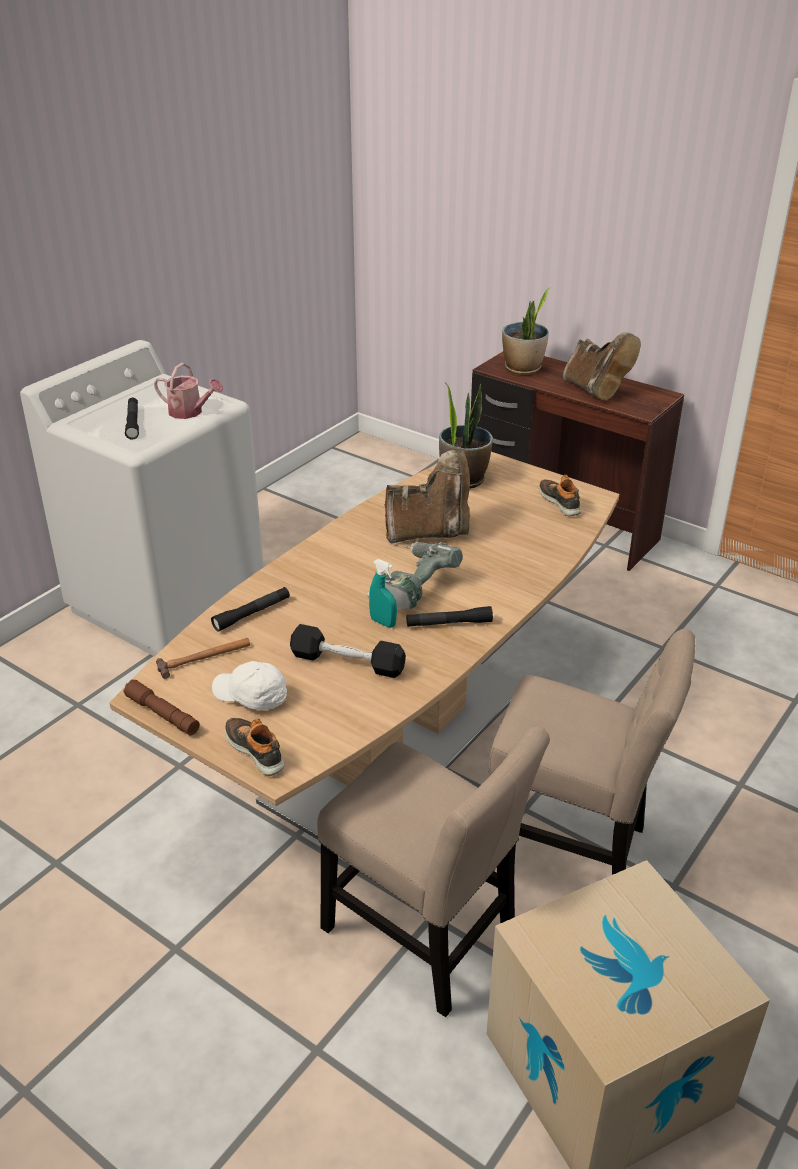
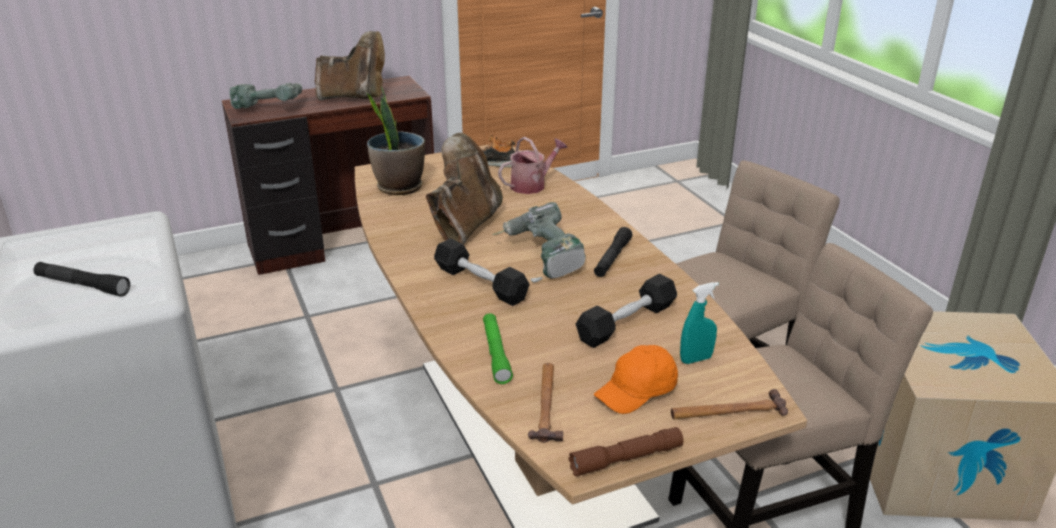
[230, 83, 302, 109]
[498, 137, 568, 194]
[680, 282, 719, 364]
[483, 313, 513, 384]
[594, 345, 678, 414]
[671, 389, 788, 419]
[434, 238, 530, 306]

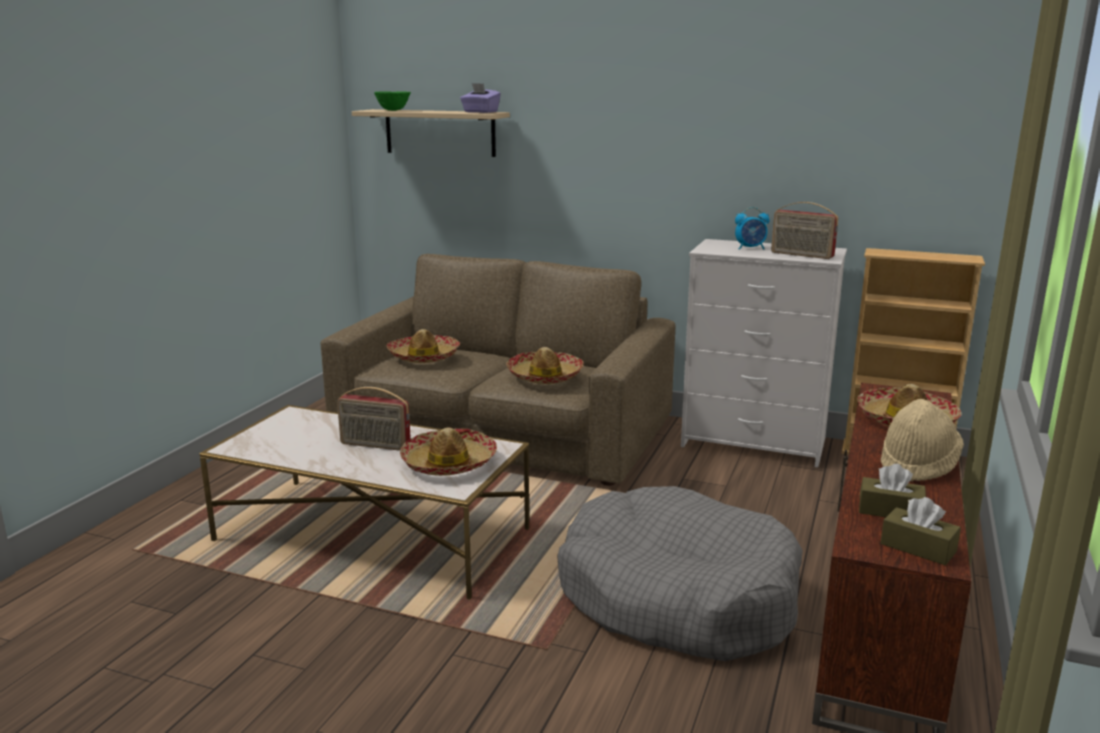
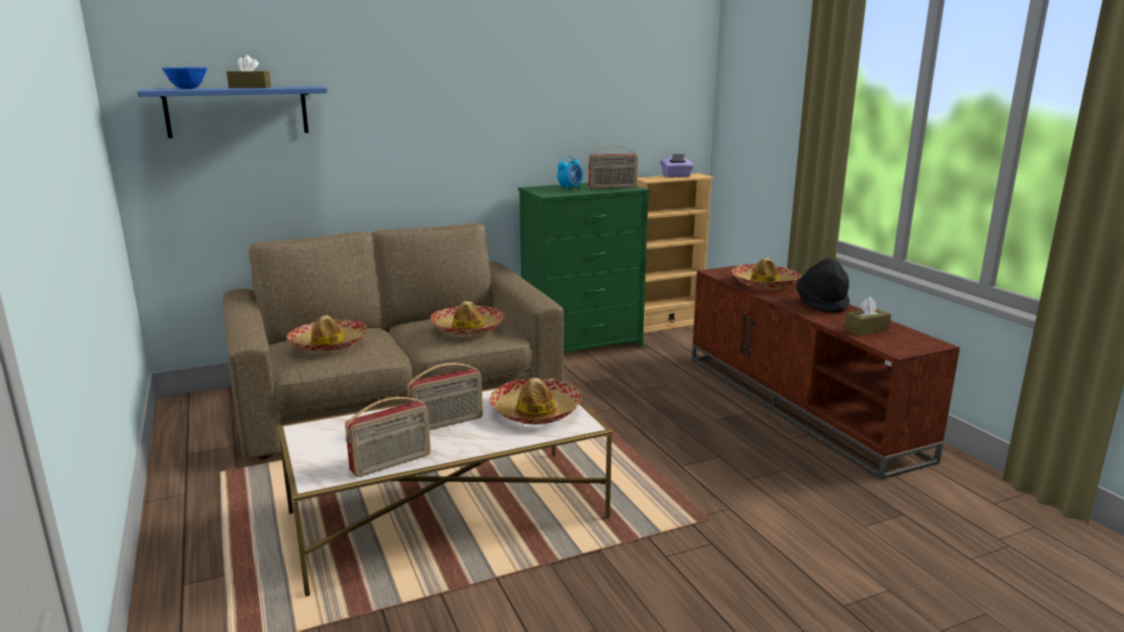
[661, 154, 694, 178]
[162, 67, 207, 89]
[137, 86, 327, 138]
[518, 182, 650, 352]
[796, 259, 850, 313]
[557, 486, 803, 661] (first image)
[227, 55, 271, 88]
[345, 397, 431, 477]

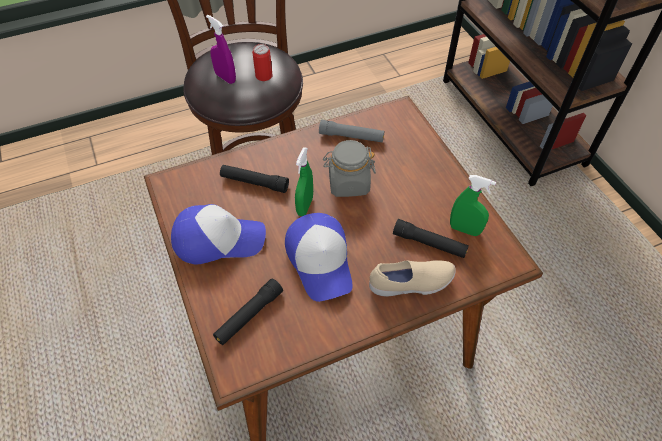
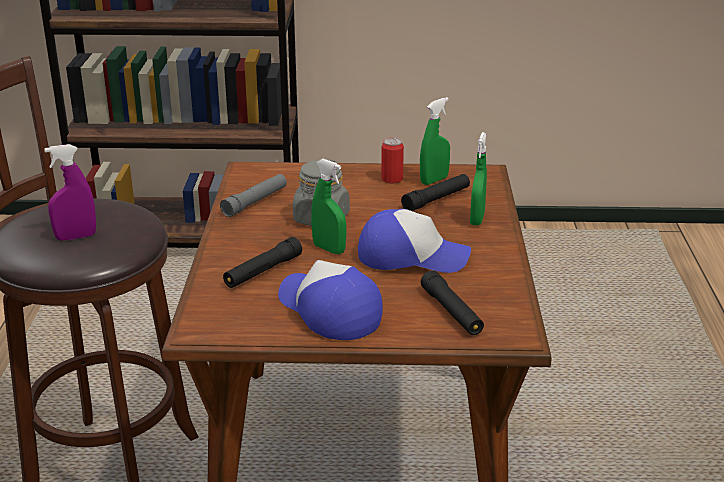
[381, 137, 404, 184]
[278, 260, 383, 340]
[470, 132, 487, 226]

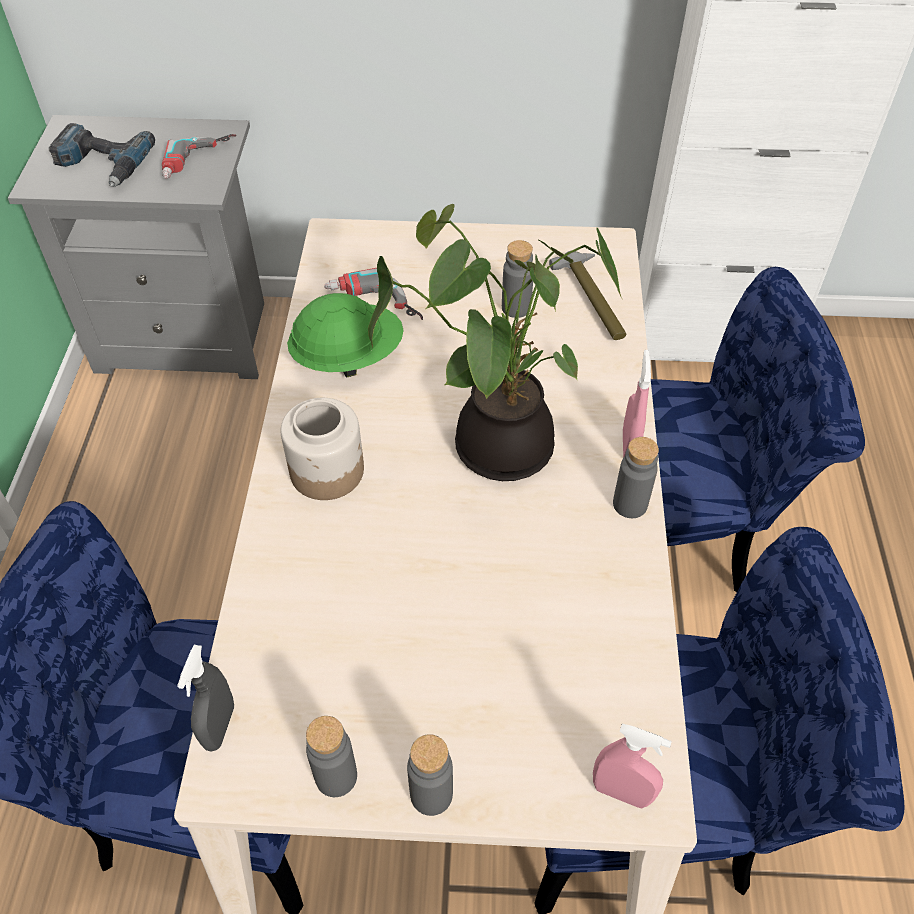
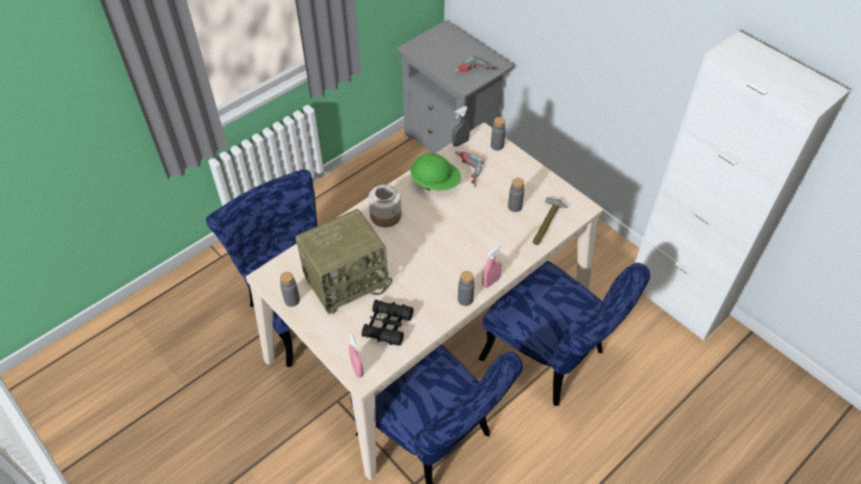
[49, 123, 155, 187] (first image)
[368, 204, 622, 481] (first image)
[452, 106, 470, 147]
[491, 117, 506, 151]
[296, 209, 393, 314]
[362, 300, 413, 346]

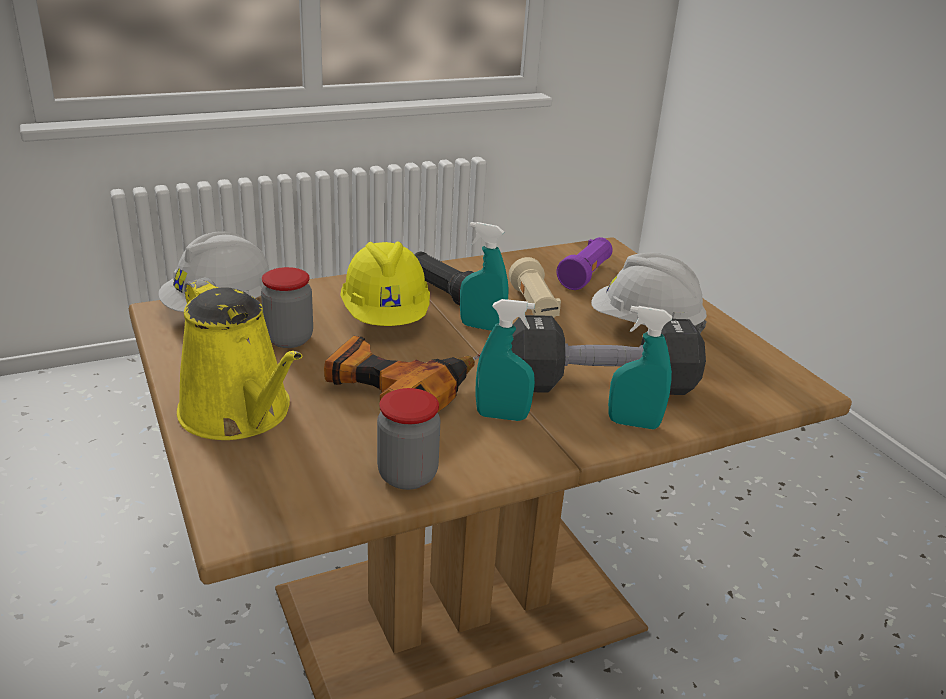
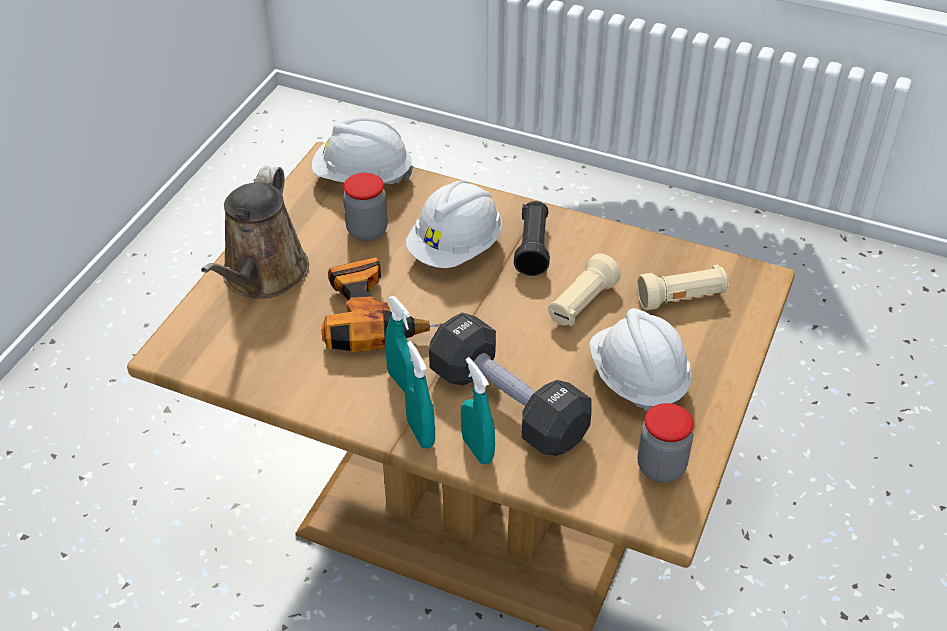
[405, 341, 435, 449]
[637, 265, 729, 310]
[406, 180, 502, 268]
[201, 166, 309, 299]
[638, 403, 694, 483]

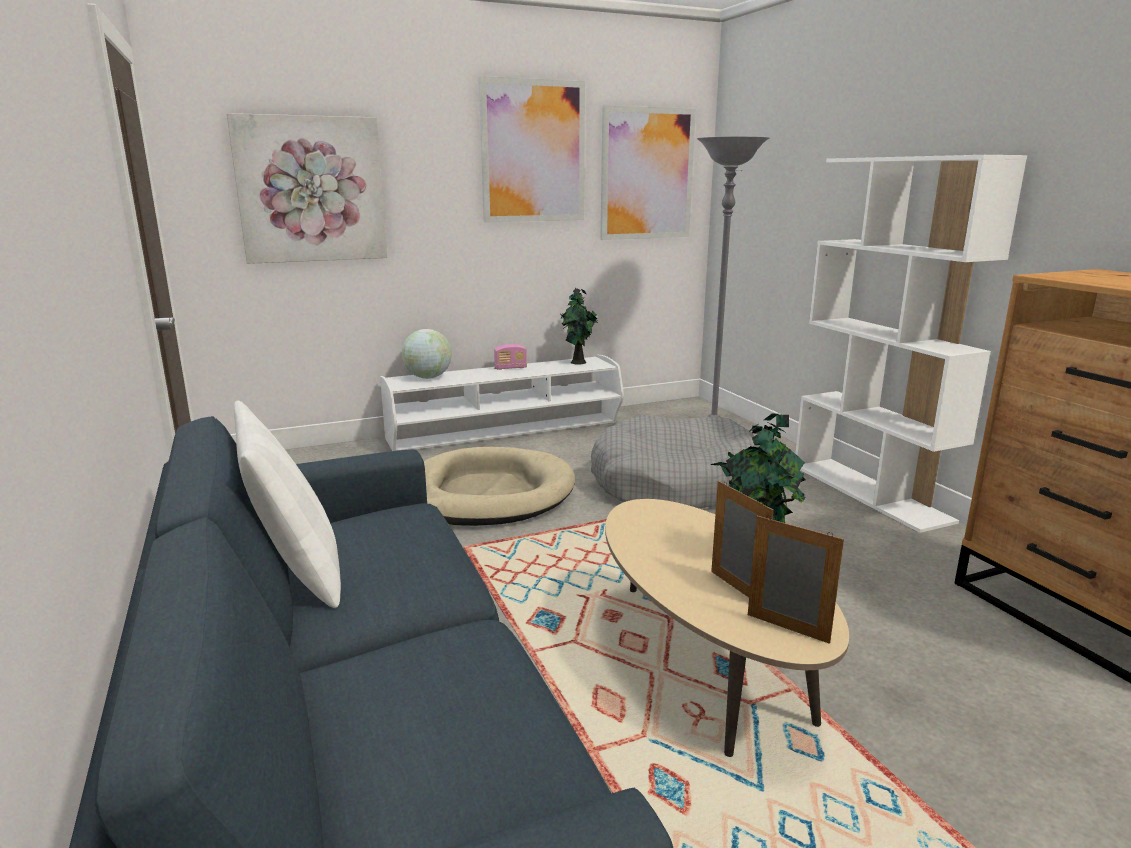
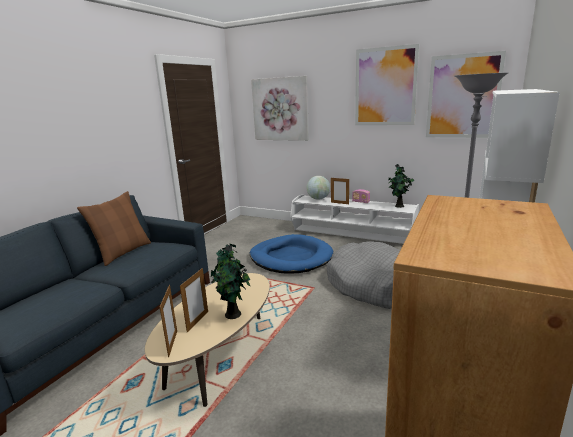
[77, 191, 151, 266]
[250, 234, 333, 274]
[331, 178, 349, 204]

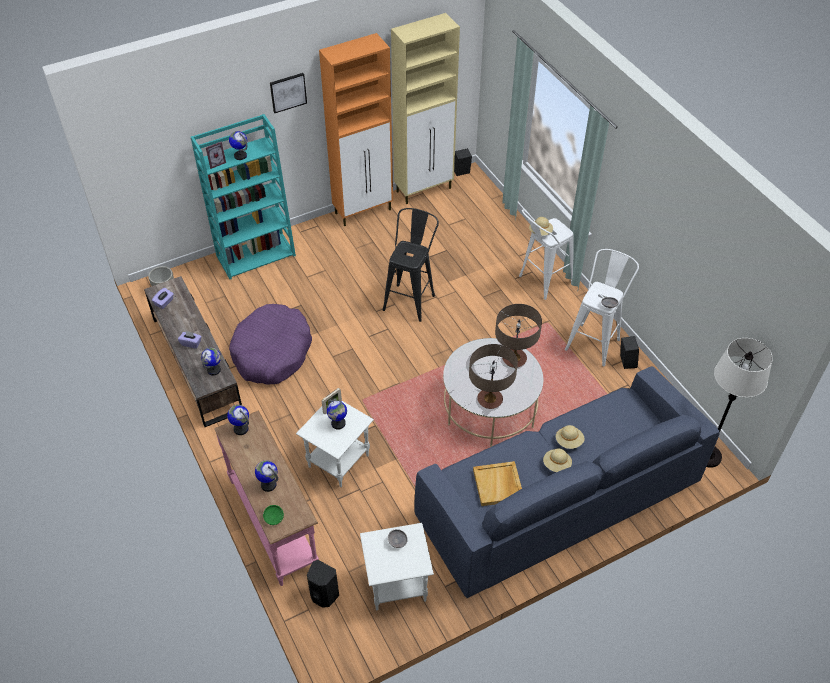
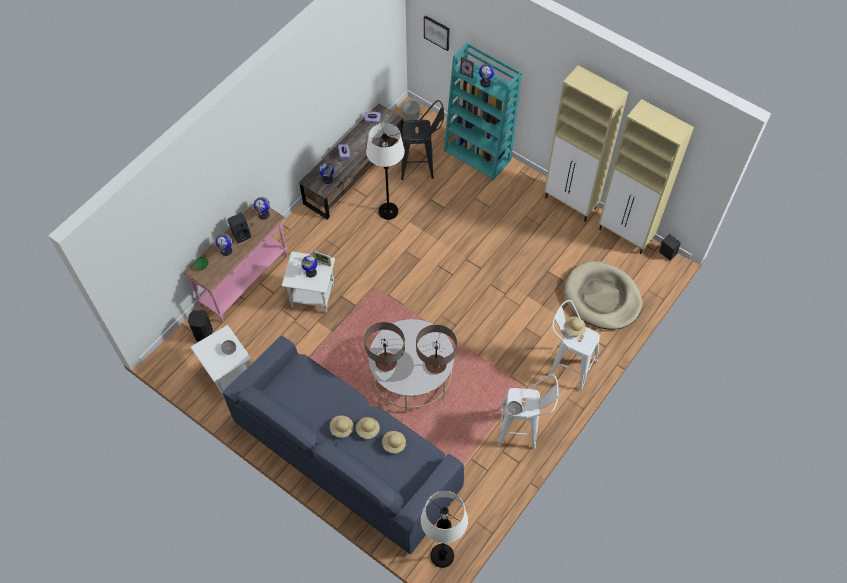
[544, 65, 628, 221]
[424, 15, 450, 51]
[401, 100, 444, 180]
[366, 123, 405, 220]
[228, 213, 251, 243]
[473, 461, 522, 506] (first image)
[564, 261, 642, 330]
[382, 431, 406, 453]

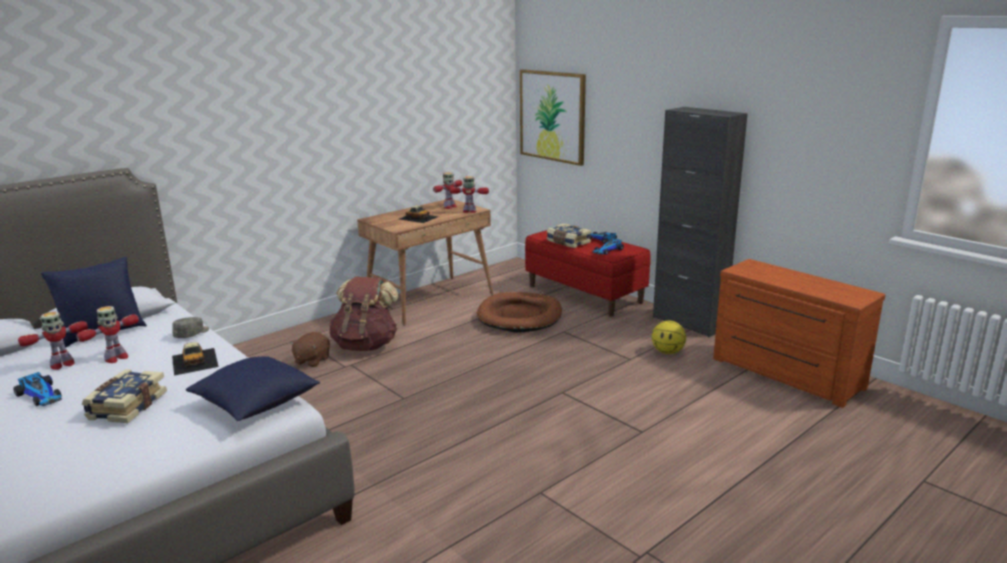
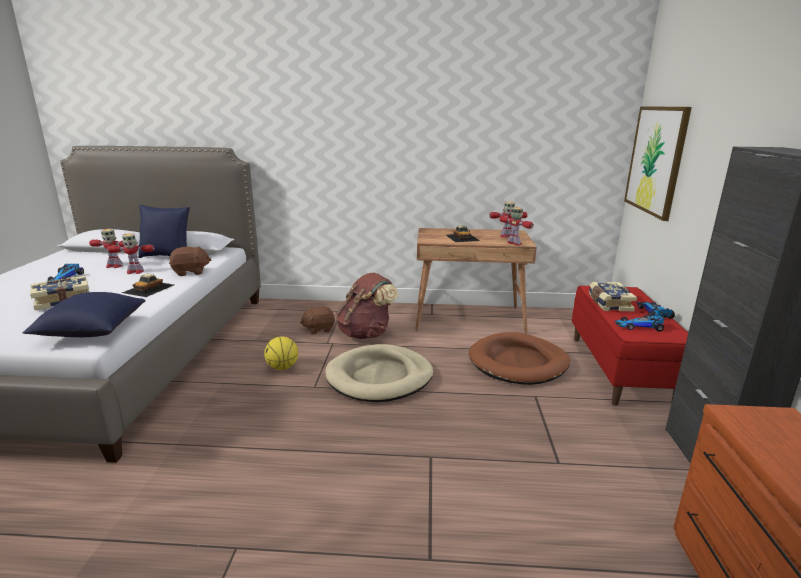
[169, 246, 212, 276]
[264, 337, 298, 370]
[325, 344, 433, 402]

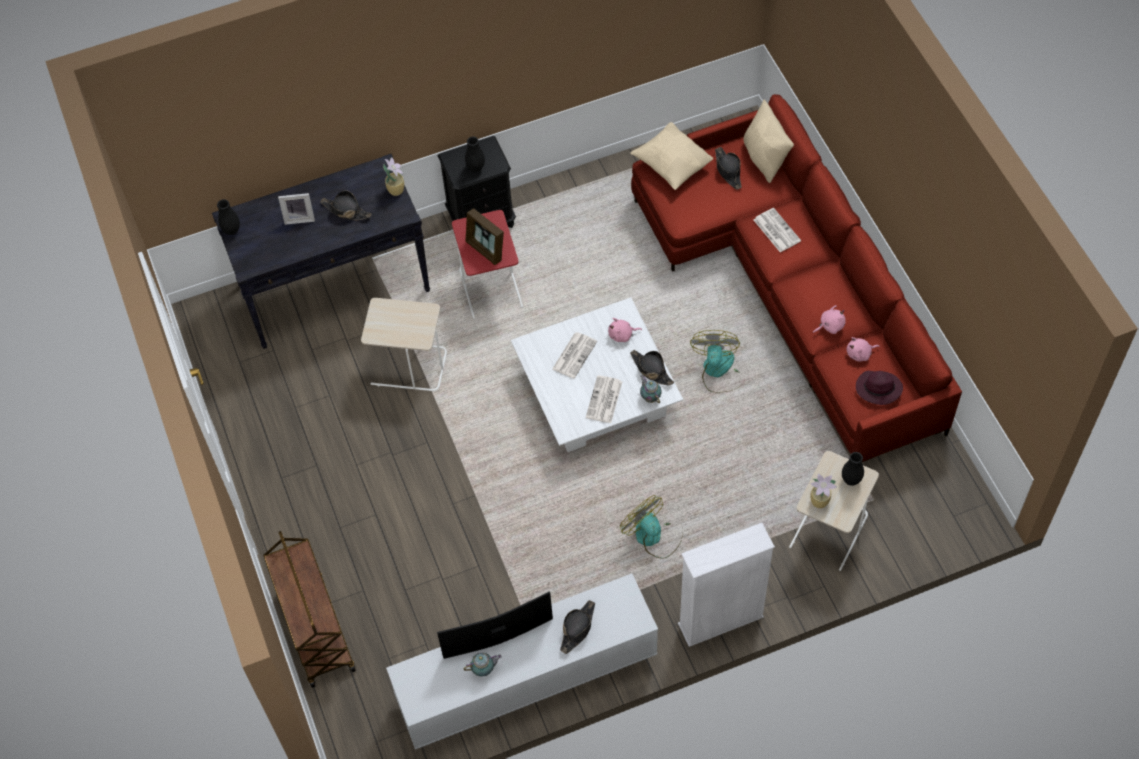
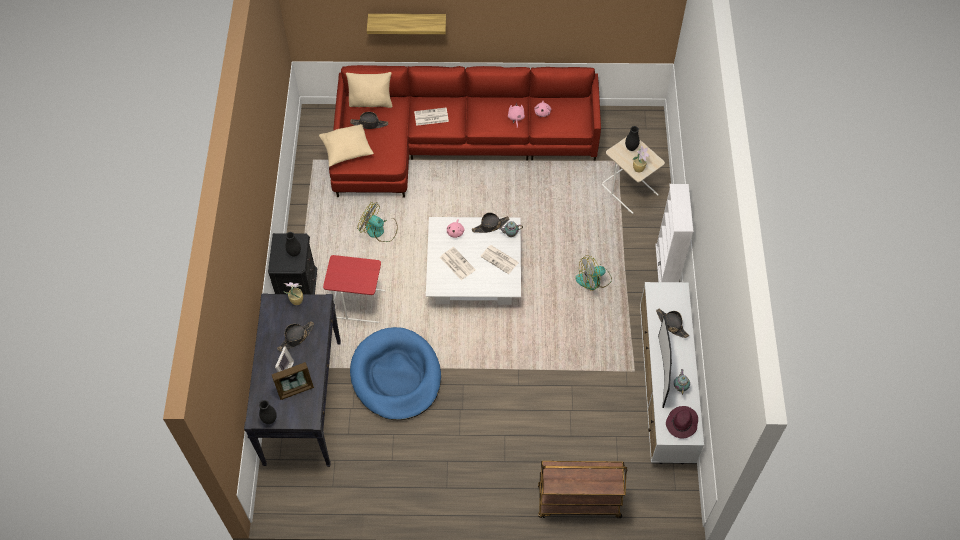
[272, 362, 314, 400]
[350, 327, 441, 420]
[357, 202, 398, 242]
[666, 406, 698, 439]
[367, 14, 446, 34]

